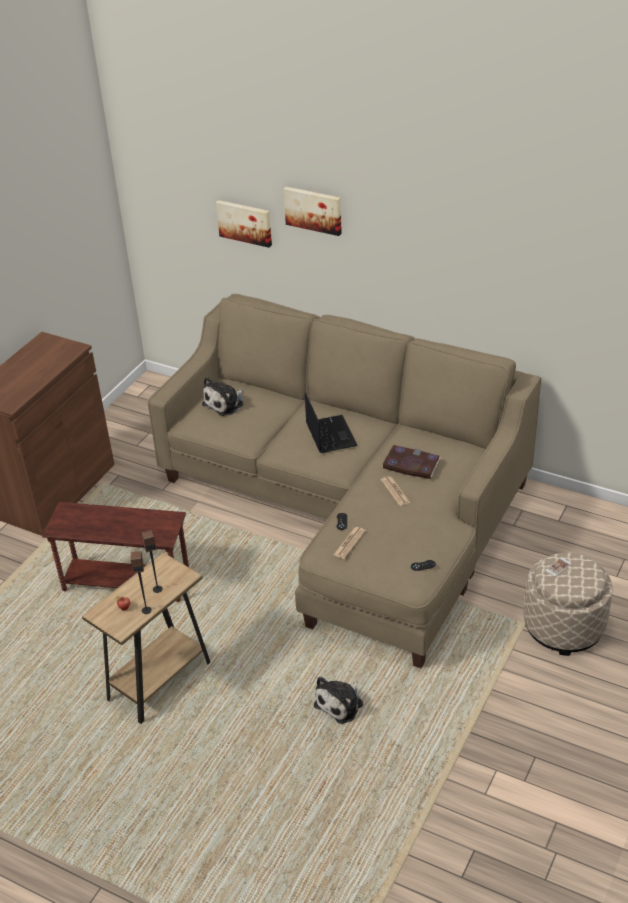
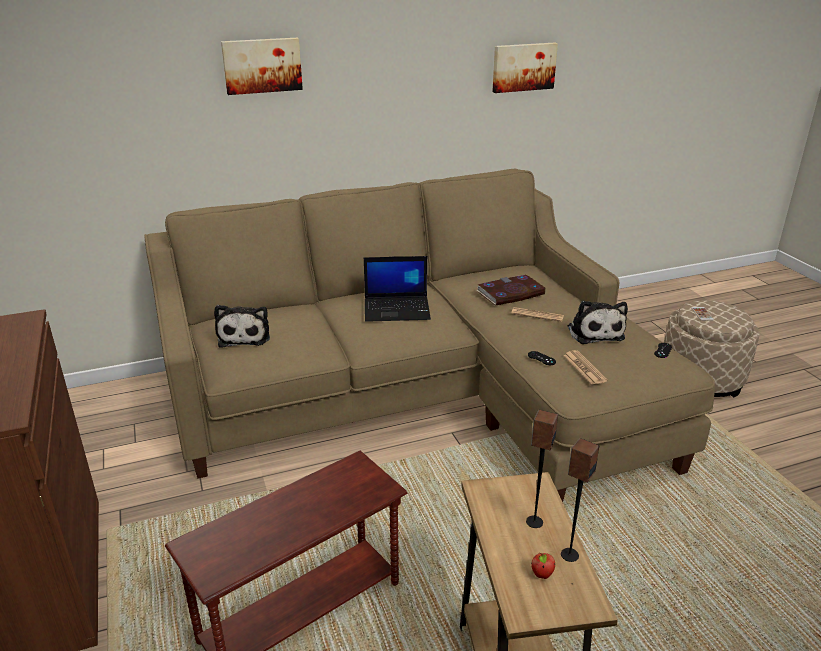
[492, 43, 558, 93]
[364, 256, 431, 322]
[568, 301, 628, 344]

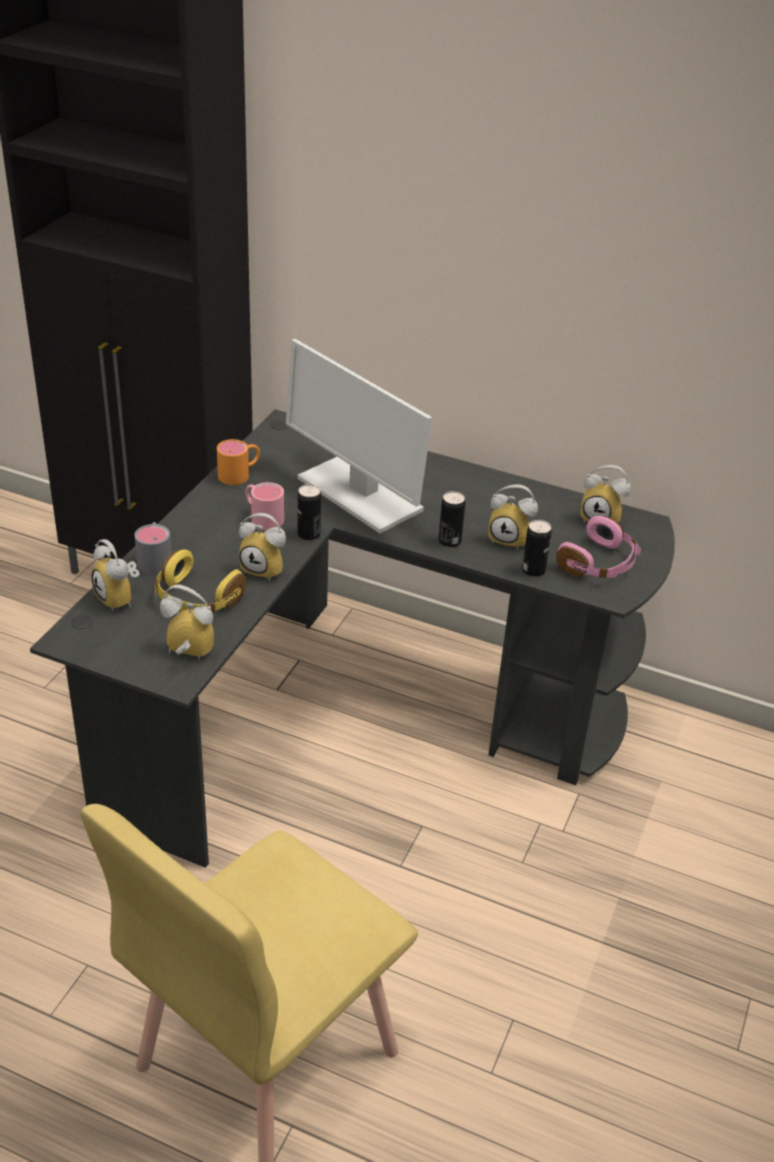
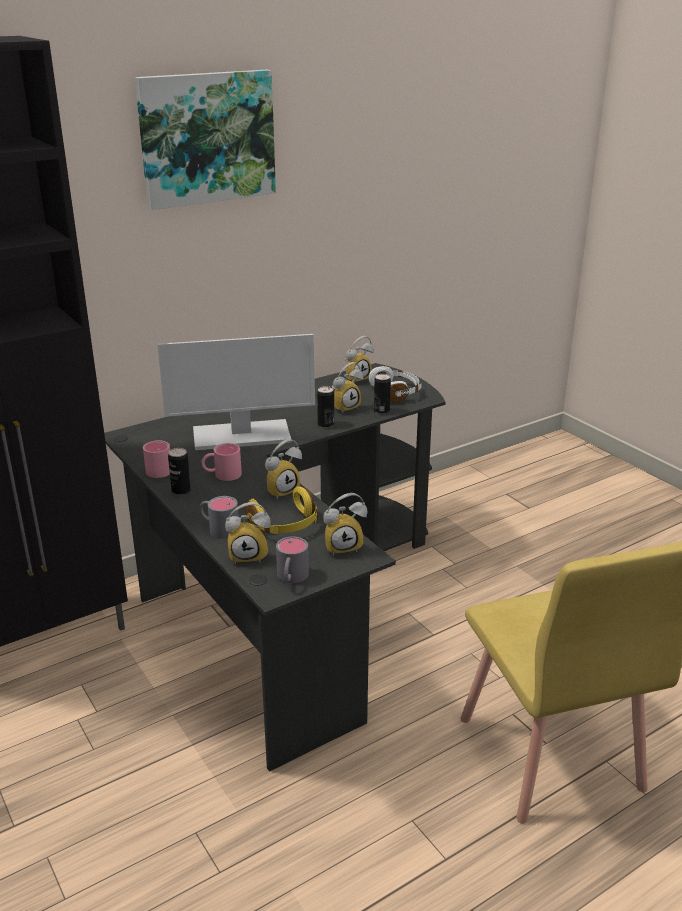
[143, 440, 170, 478]
[168, 448, 191, 495]
[369, 366, 421, 402]
[323, 493, 367, 556]
[135, 70, 276, 210]
[276, 536, 309, 583]

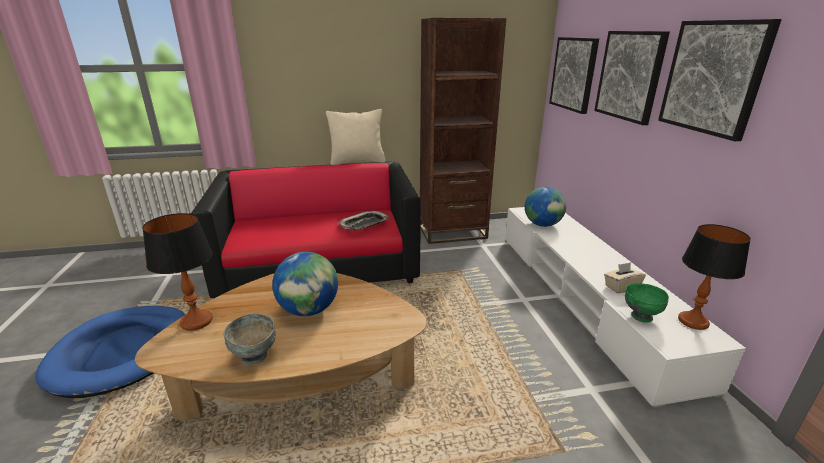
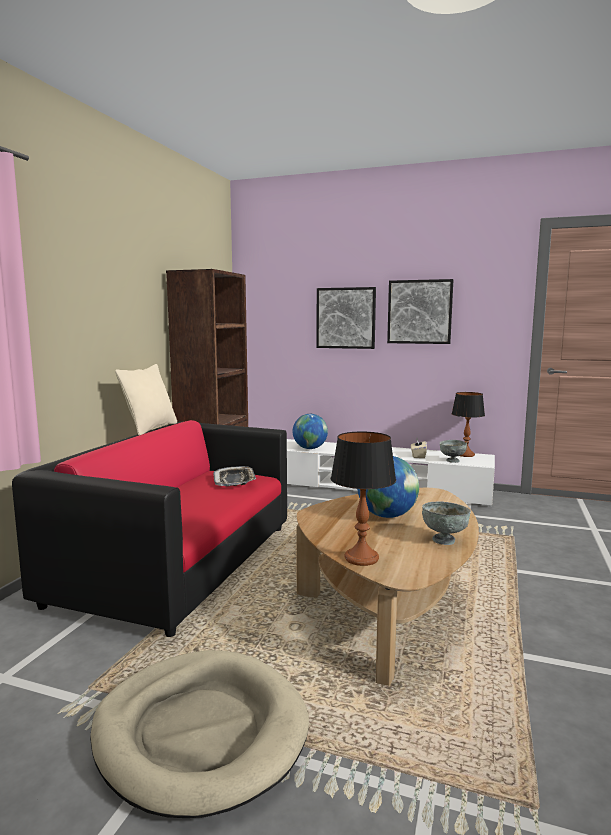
[549, 37, 599, 114] (first image)
[440, 440, 467, 463]
[90, 650, 309, 818]

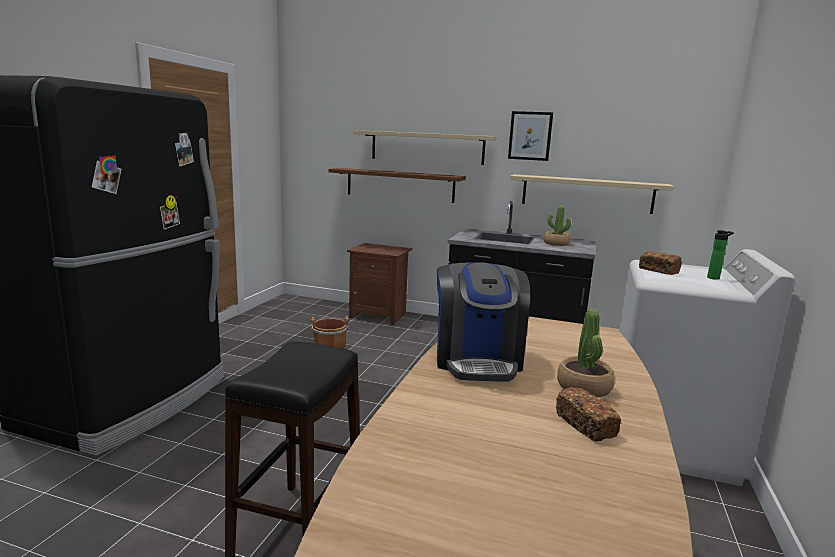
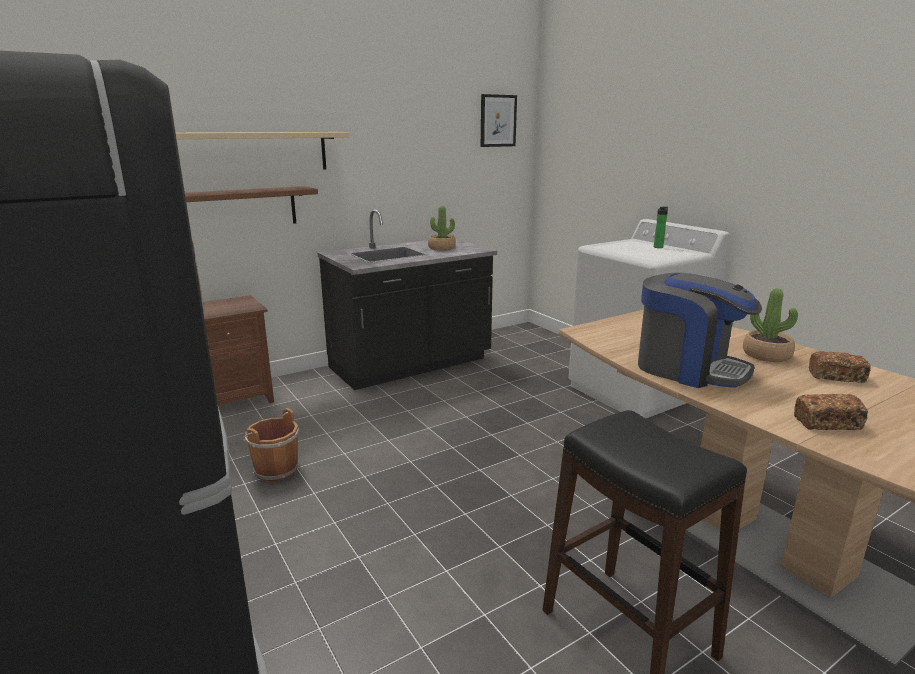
[481, 94, 517, 147]
[510, 174, 674, 214] (first image)
[794, 394, 869, 430]

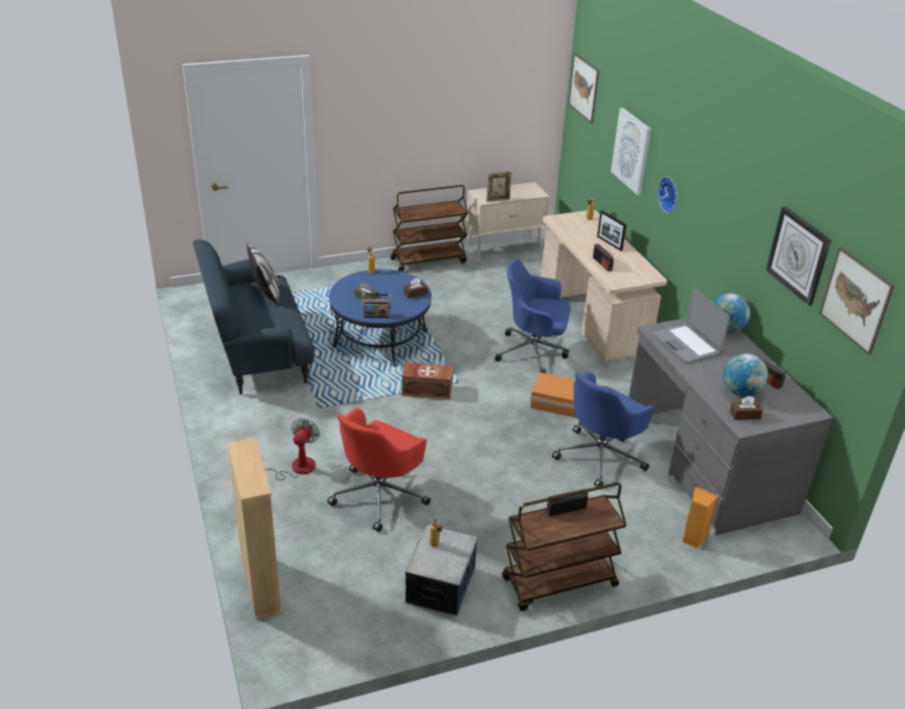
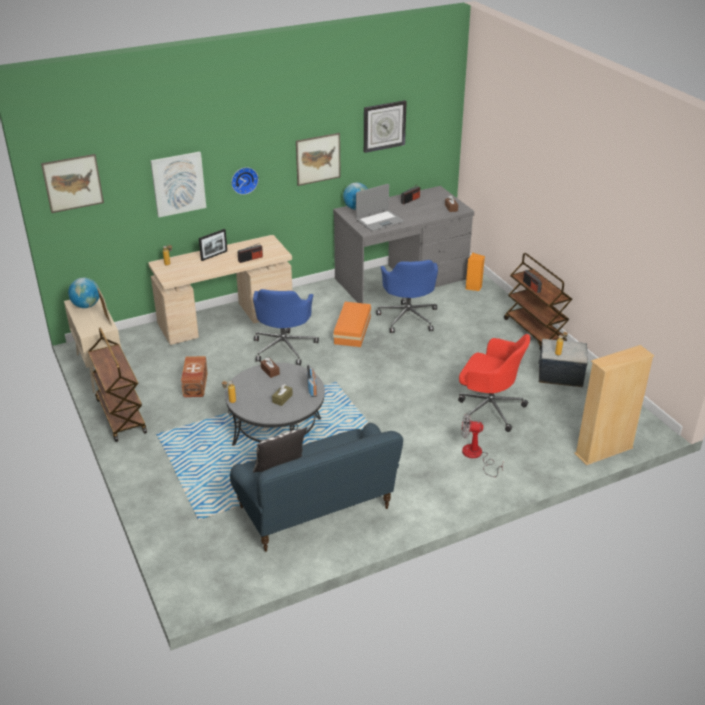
[296, 133, 341, 186]
[225, 363, 325, 446]
[68, 278, 99, 308]
[181, 356, 208, 397]
[376, 260, 438, 333]

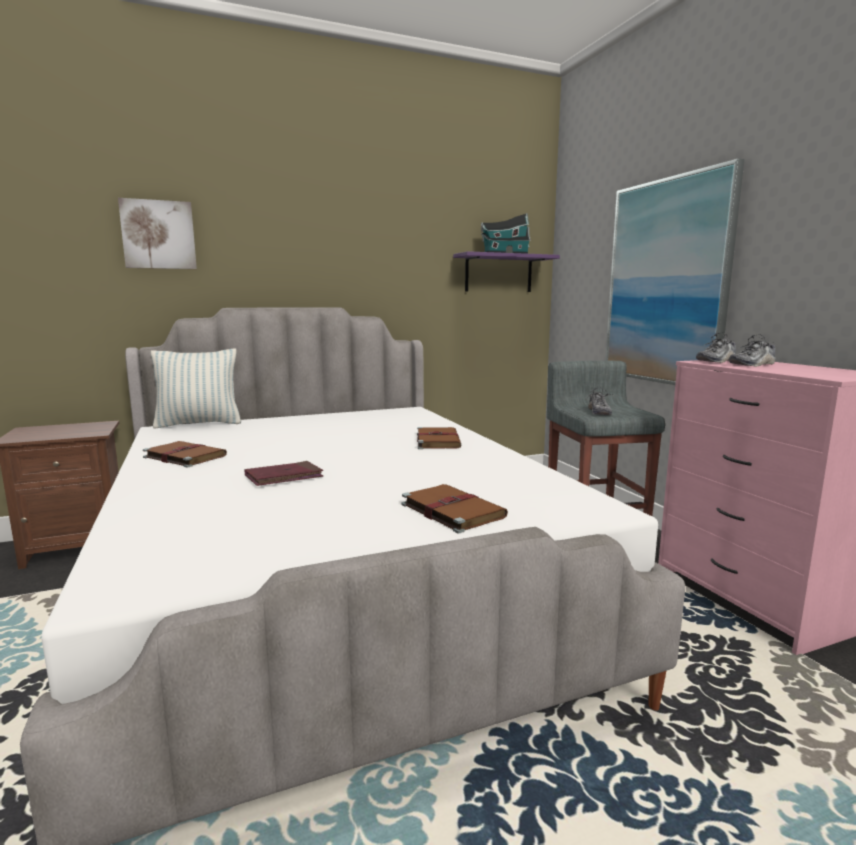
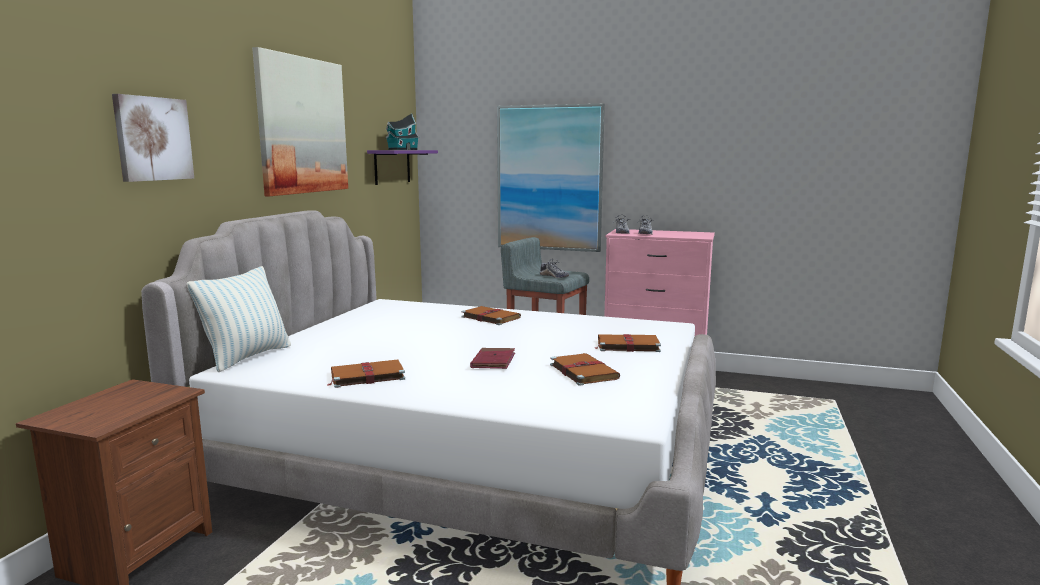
[252, 47, 348, 196]
[550, 353, 620, 386]

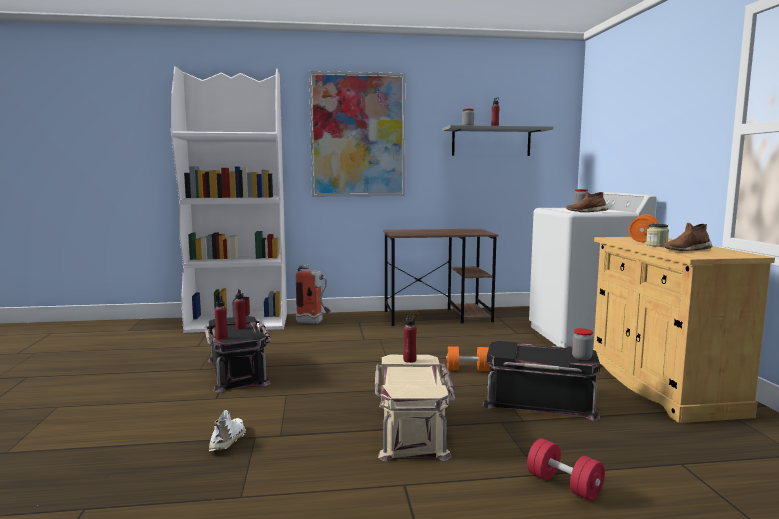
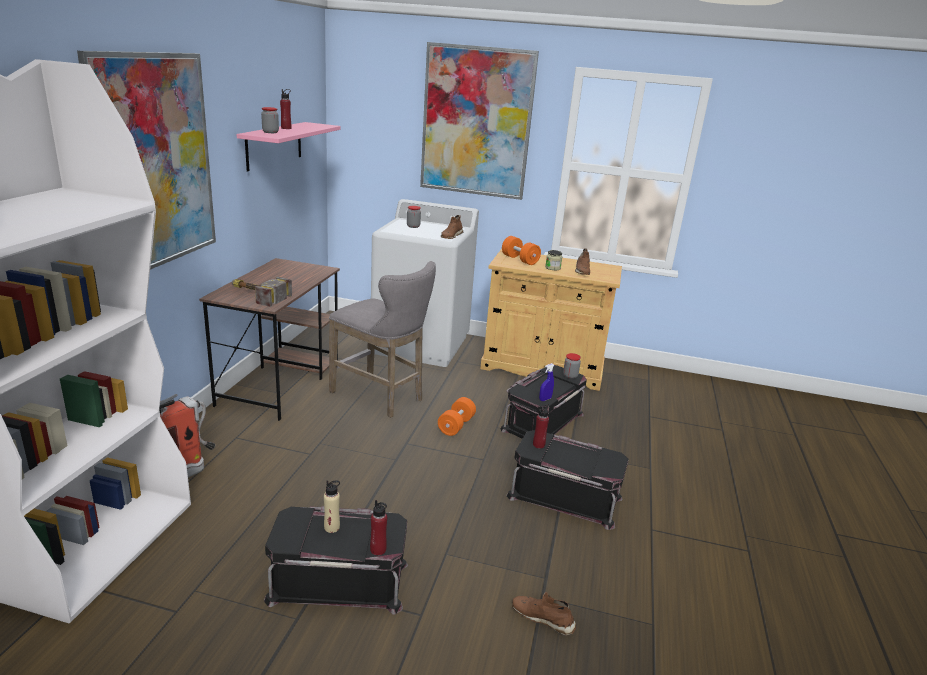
[236, 122, 341, 171]
[324, 480, 340, 533]
[507, 430, 629, 530]
[512, 592, 576, 636]
[527, 438, 605, 501] (first image)
[420, 42, 539, 200]
[329, 261, 436, 418]
[232, 277, 292, 307]
[539, 363, 554, 401]

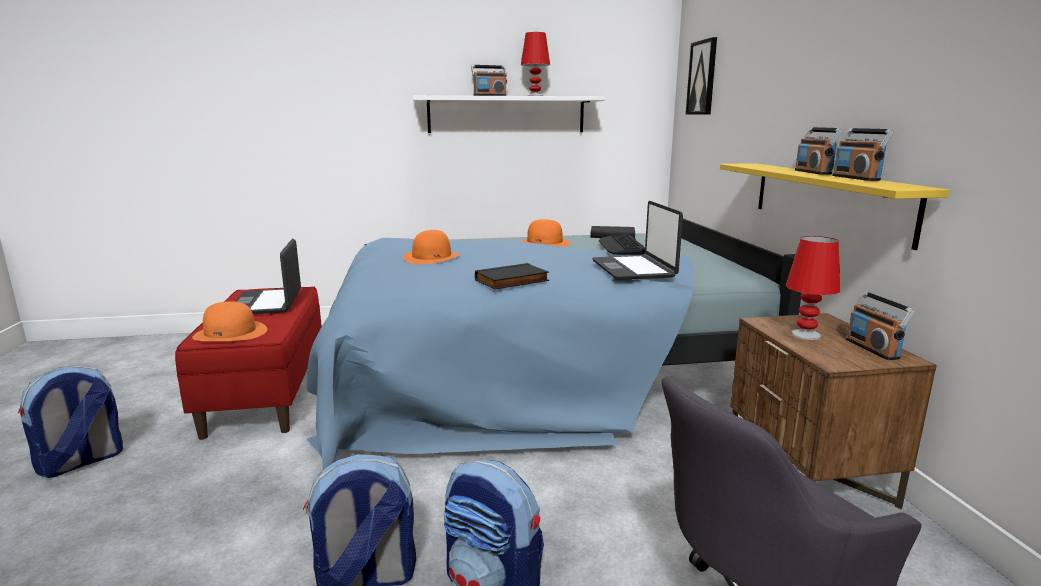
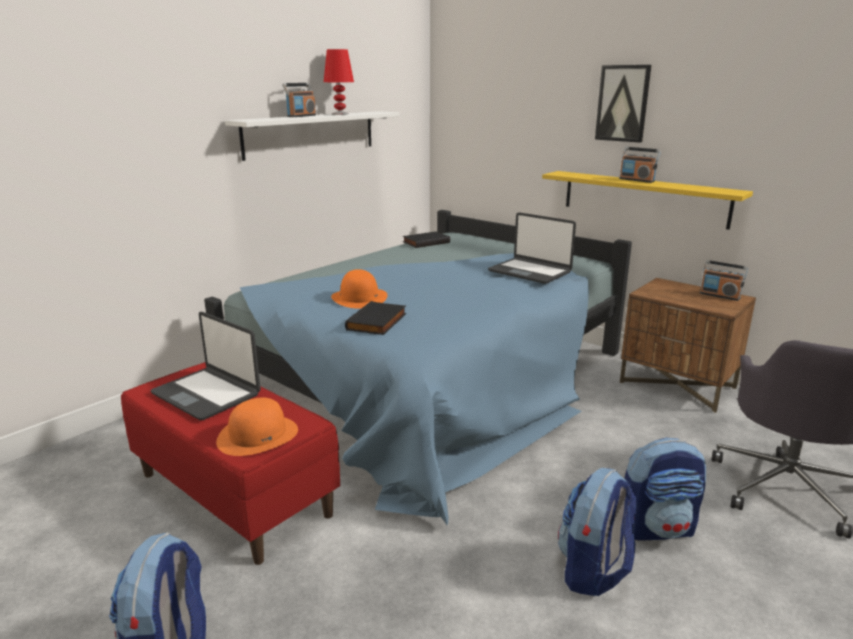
[595, 65, 652, 143]
[832, 128, 894, 181] (first image)
[520, 219, 570, 247] (first image)
[599, 234, 645, 255] (first image)
[786, 236, 840, 340] (first image)
[345, 301, 406, 335]

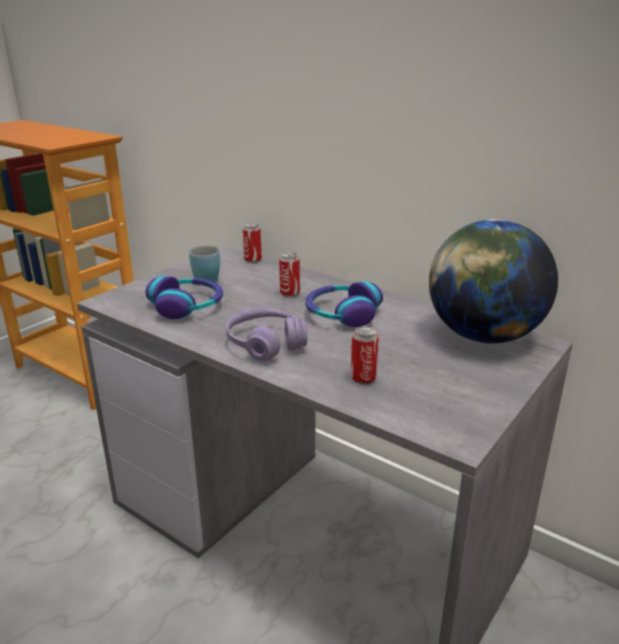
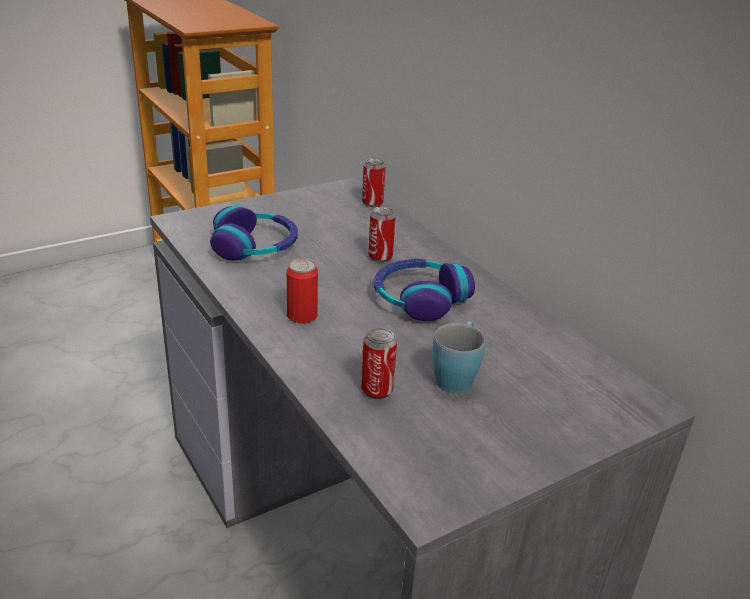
[429, 219, 558, 343] (first image)
[432, 321, 485, 393]
[287, 258, 318, 323]

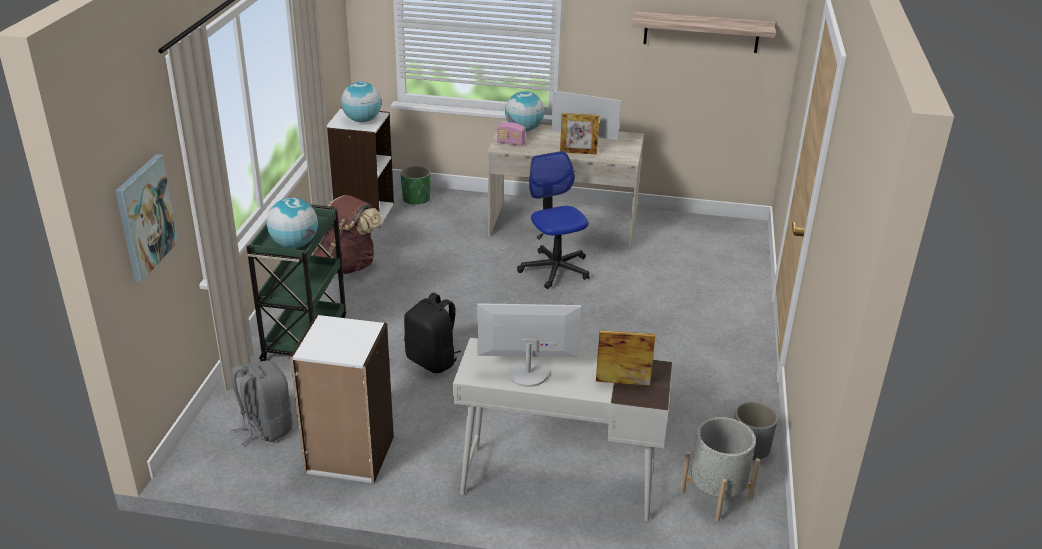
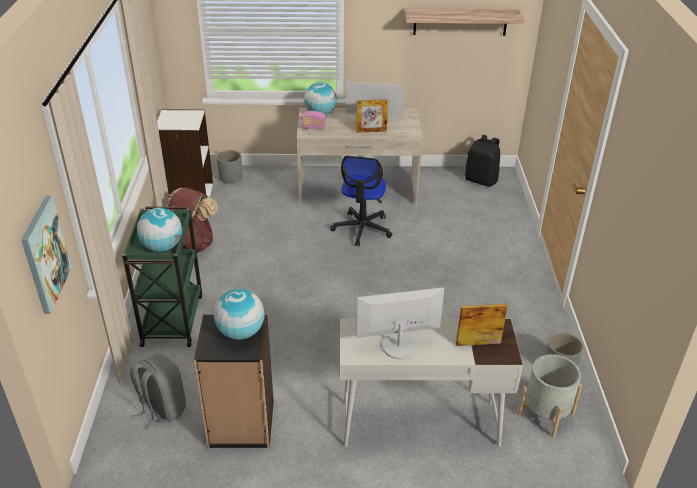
[214, 289, 265, 340]
[330, 156, 392, 246]
[216, 150, 242, 184]
[465, 135, 500, 187]
[194, 315, 274, 448]

